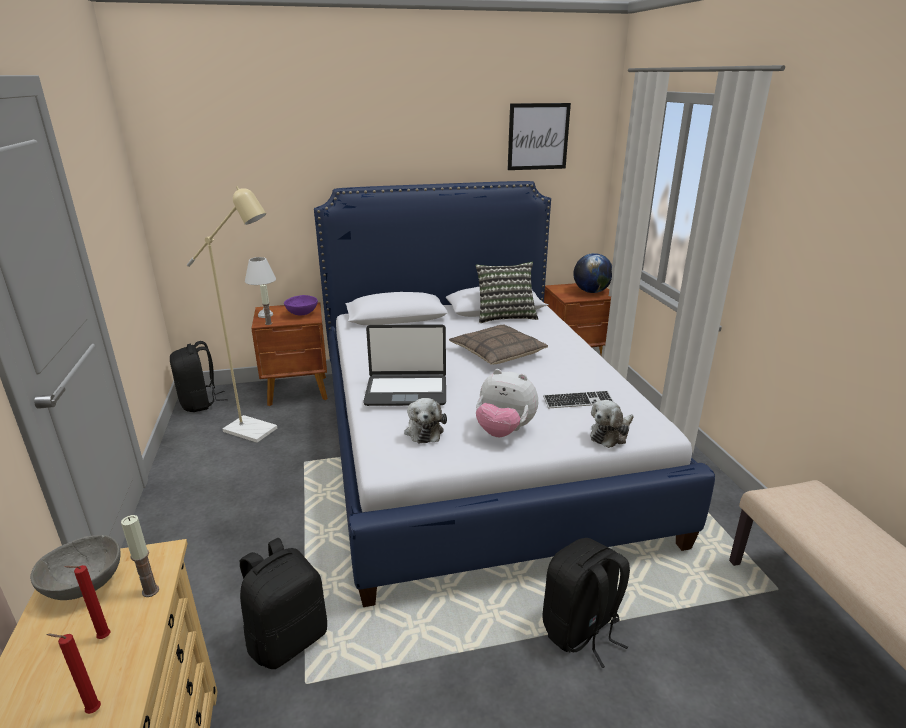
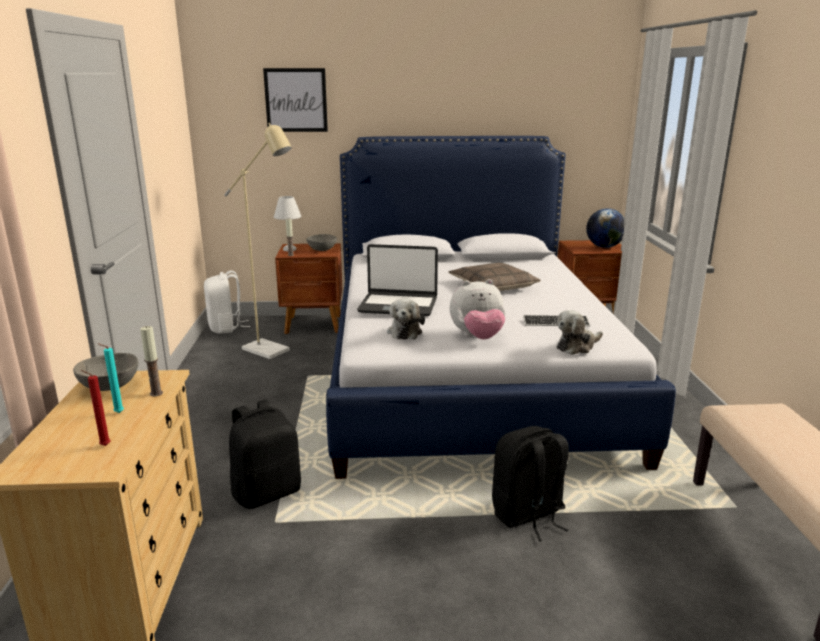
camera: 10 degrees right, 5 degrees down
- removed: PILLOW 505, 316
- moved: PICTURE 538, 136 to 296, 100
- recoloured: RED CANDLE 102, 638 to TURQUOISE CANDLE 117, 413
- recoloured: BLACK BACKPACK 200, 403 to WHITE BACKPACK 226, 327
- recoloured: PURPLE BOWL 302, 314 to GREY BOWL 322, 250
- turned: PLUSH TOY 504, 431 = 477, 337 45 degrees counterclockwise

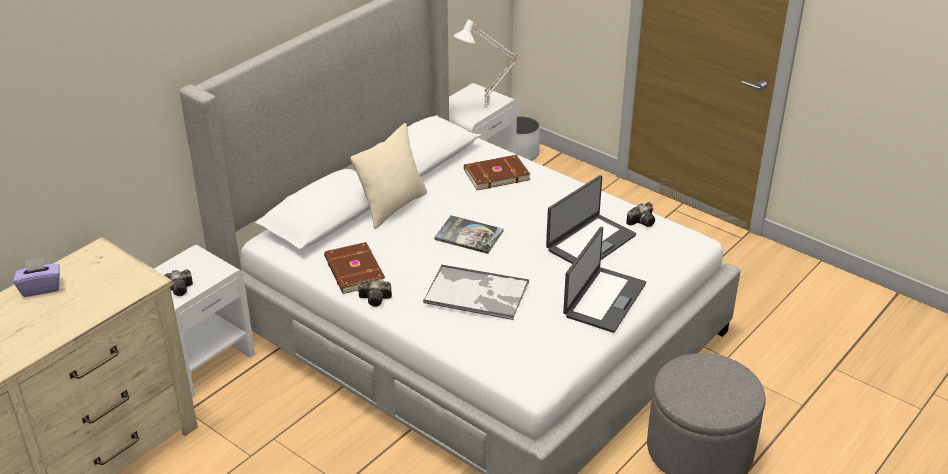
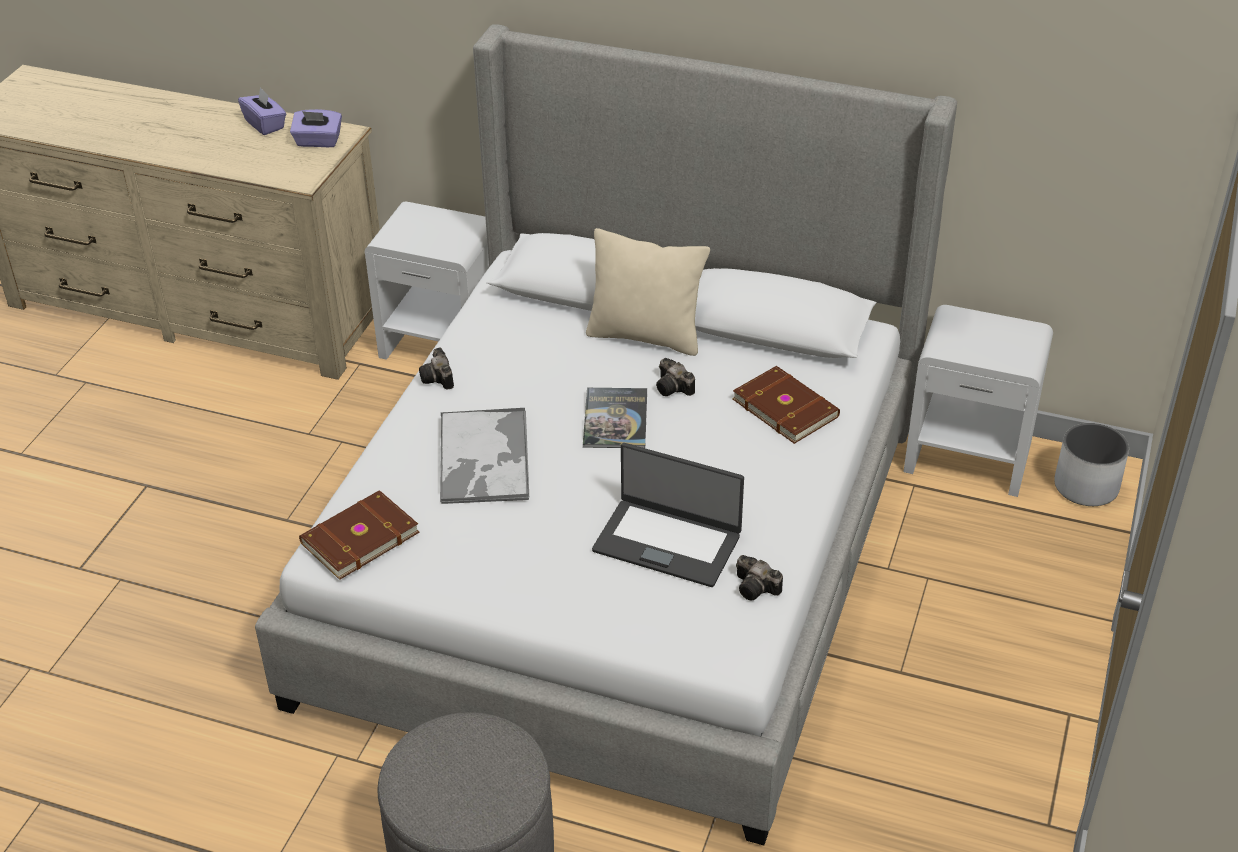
camera: 70 degrees right, 5 degrees up
- removed: WHITE TABLE LAMP 486, 108
- removed: LAPTOP 603, 299
- added: PURPLE TISSUE BOX 318, 141
- moved: PHOTO CAMERA 179, 289 to 674, 388
- moved: BROWN BOOK 353, 271 to 358, 537

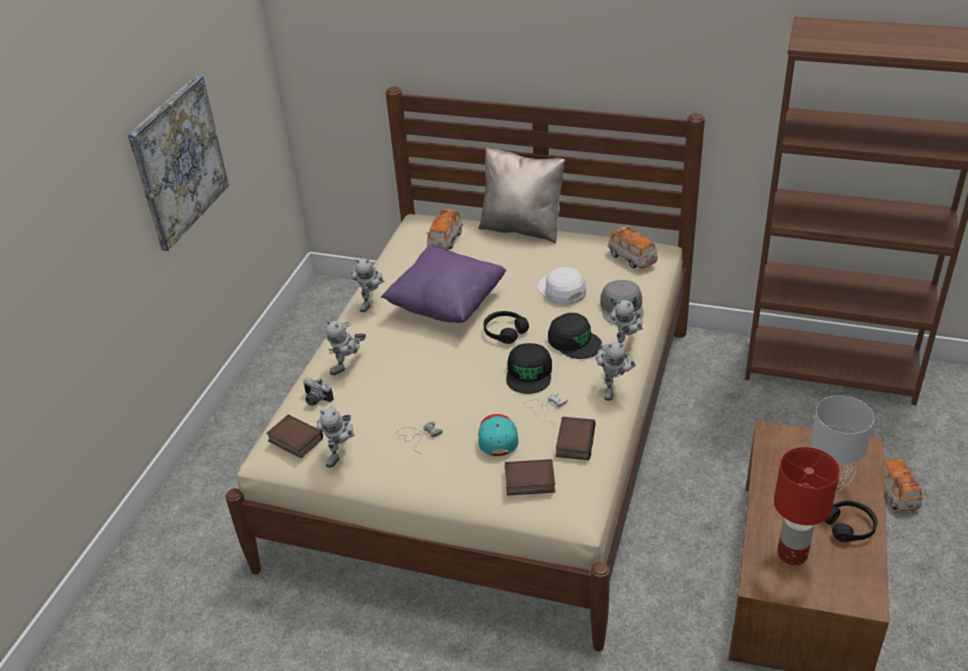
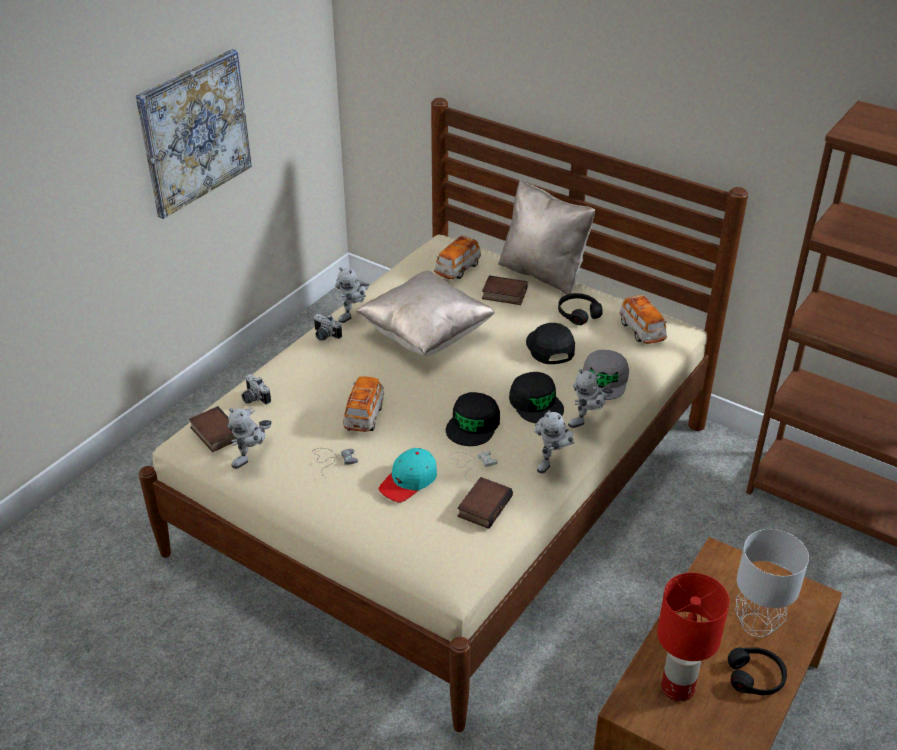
camera: 15 degrees right, 0 degrees up
- removed: TOY ROBOT 349, 366
- added: PHOTO CAMERA 324, 336
- moved: BLACK HEADPHONES 504, 331 to 578, 313
- moved: BOOK 529, 482 to 503, 295
- moved: TOY CAR 896, 494 to 364, 416
- recoloured: PURPLE PILLOW 446, 305 to BEIGE PILLOW 426, 335
- recoloured: WHITE CAP 561, 290 to BLACK CAP 550, 347
- turned: TURQUOISE CAP 497, 437 = 409, 481 150 degrees counterclockwise

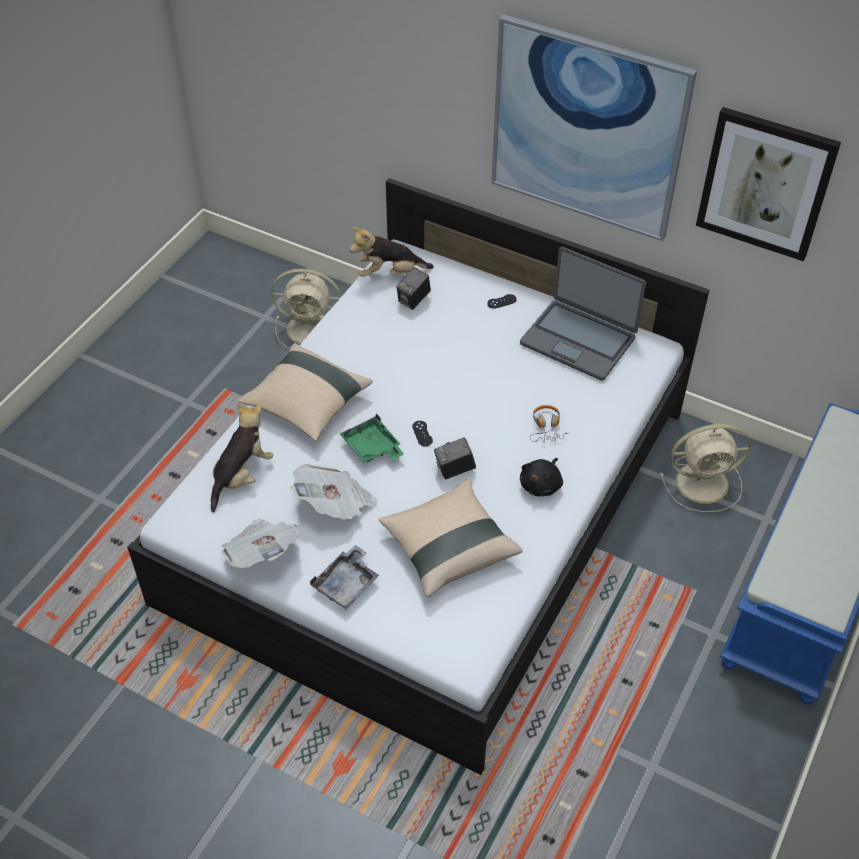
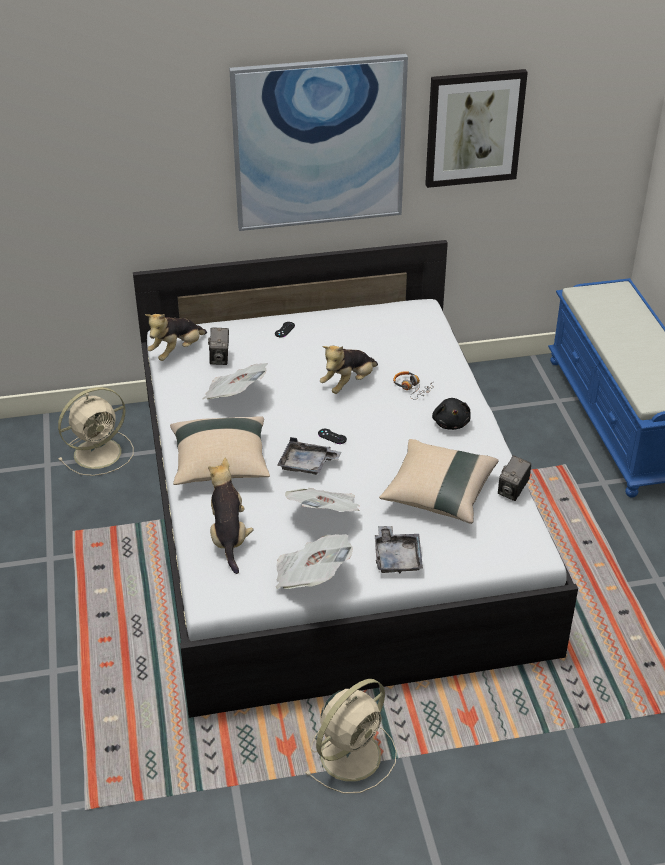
camera: 40 degrees left, 10 degrees down
- removed: LAPTOP 578, 340
- added: NEWSPAPER 235, 395
- added: PLUSH TOY 348, 383
- moved: PHOTO CAMERA 454, 470 to 512, 491
- moved: BEIGE FAN 704, 482 to 352, 754
- recoloured: GREEN TRAY 372, 448 to GREY TRAY 307, 464

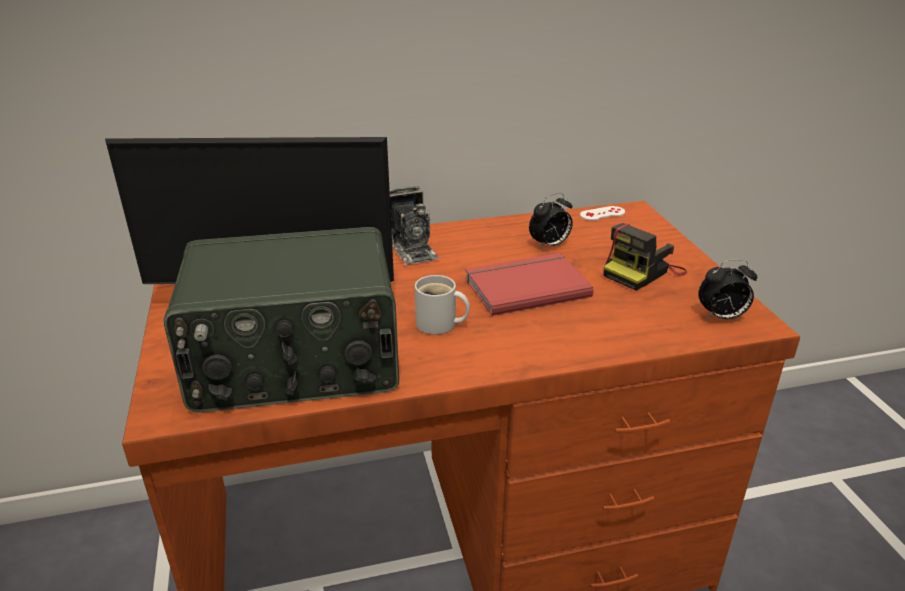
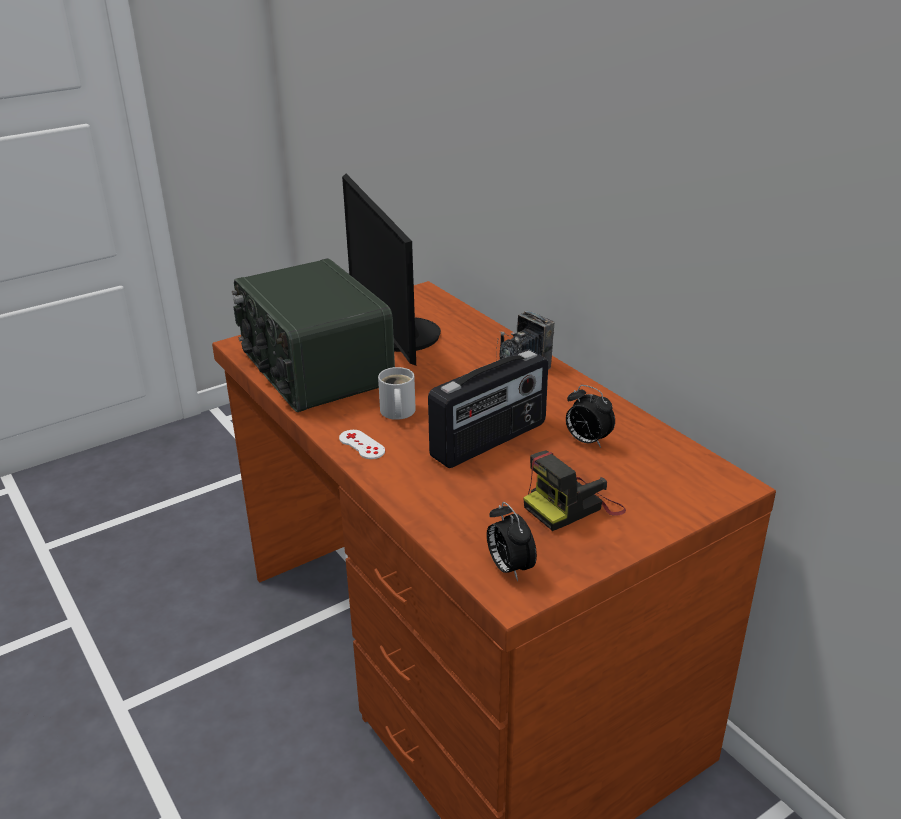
camera: 70 degrees right, 0 degrees up
- moved: WHITE GAME CONTROLLER 602, 214 to 362, 445
- replaced: RED BOOK 525, 286 to RADIO 490, 441
- turned: PHOTO CAMERA 642, 272 = 573, 506 60 degrees counterclockwise

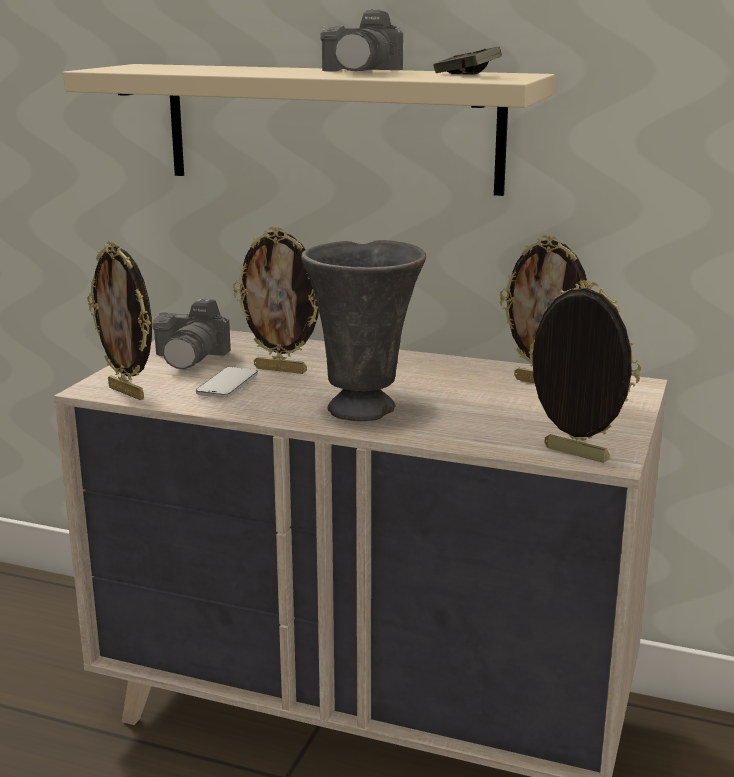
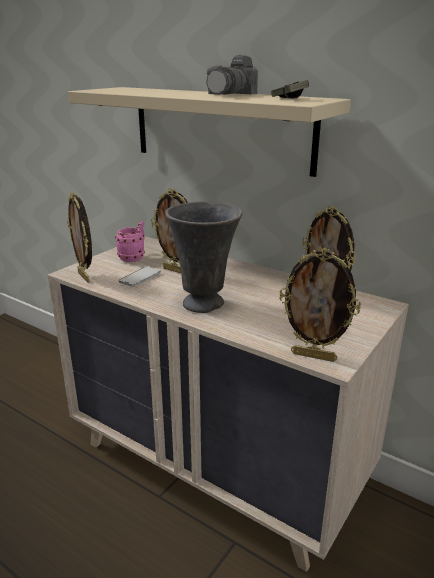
camera: 15 degrees right, 5 degrees up
- replaced: PHOTO CAMERA 192, 357 to PINK MUG 134, 257
- turned: PICTURE FRAME 574, 455 = 314, 356 150 degrees clockwise

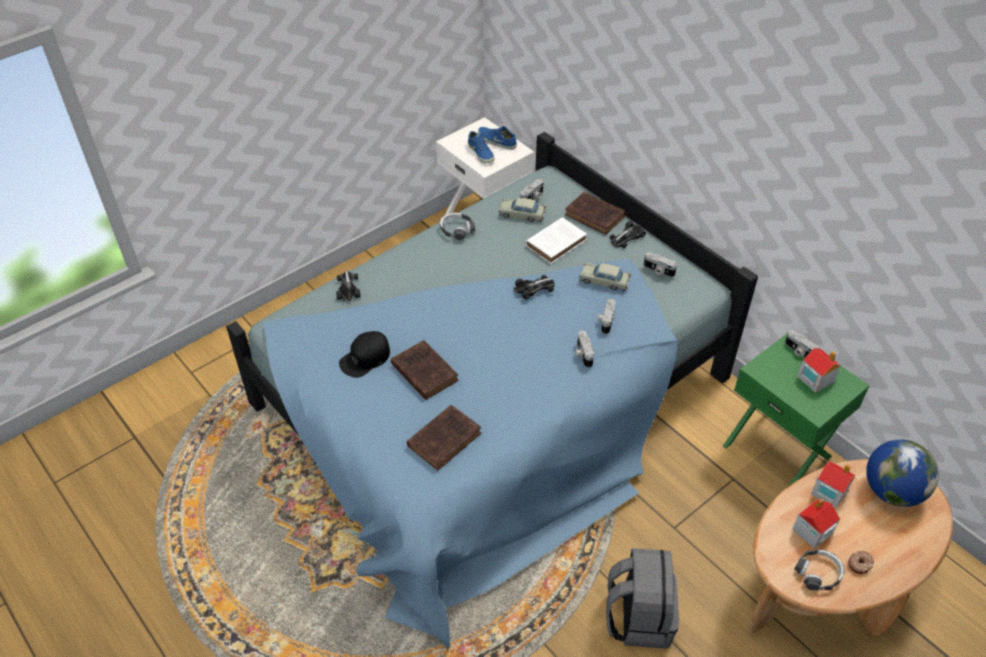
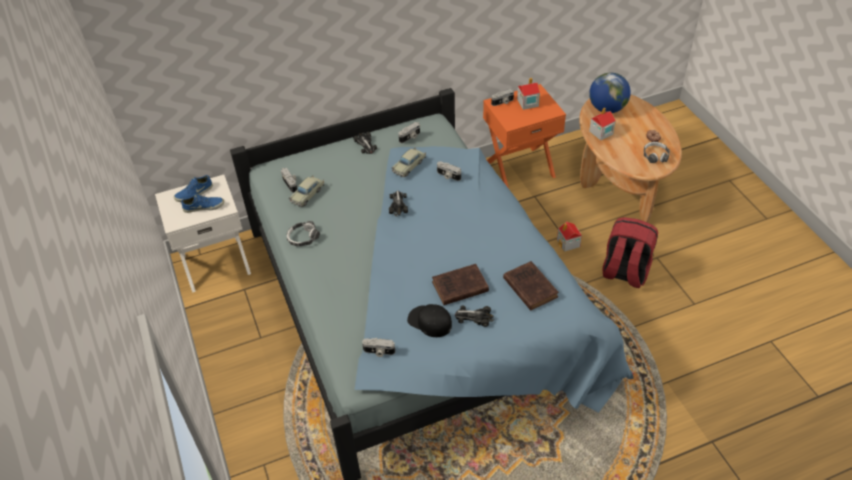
camera: 70 degrees left, 0 degrees up
- removed: WHITE BOOK 557, 242
- removed: BROWN BOOK 596, 216
- moved: TOY CAR 348, 288 to 474, 317
- moved: PHOTO CAMERA 583, 354 to 379, 352
- moved: TOY HOUSE 812, 531 to 568, 243
- recoloured: GREY BACKPACK 638, 617 to RED BACKPACK 624, 272
- recoloured: GREEN NIGHTSTAND 778, 450 to ORANGE NIGHTSTAND 519, 168
- turned: BLACK CAP 365, 358 = 429, 321 150 degrees clockwise

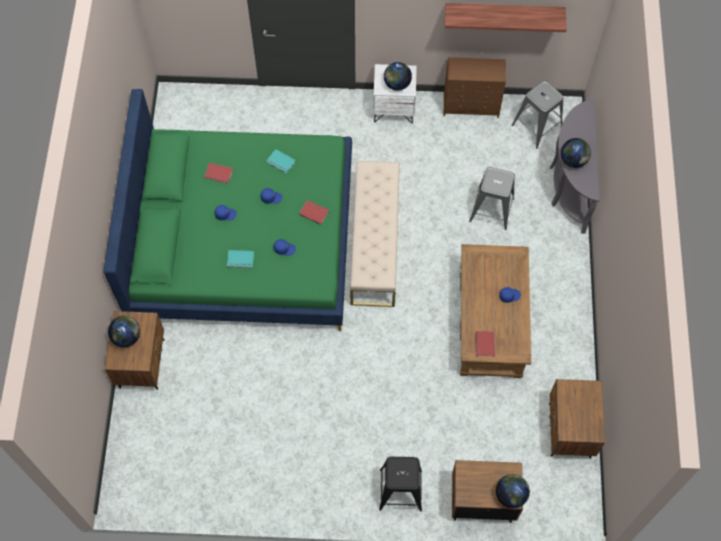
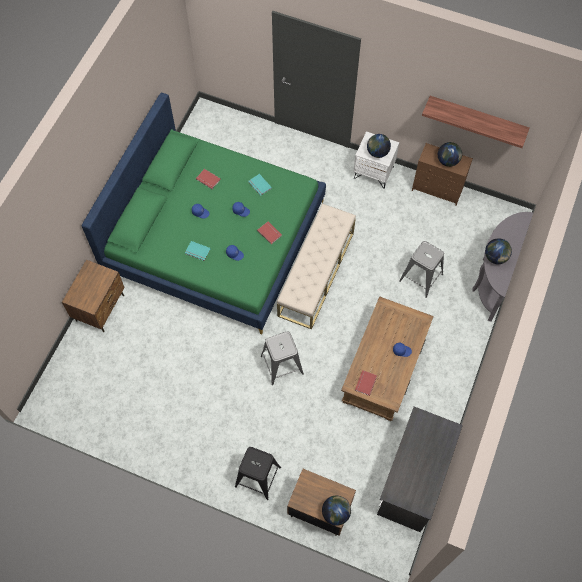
camera: 20 degrees right, 0 degrees up
- moved: GLOBE 127, 337 to 448, 161
- moved: GREY STOOL 537, 126 to 282, 365
- replaced: BROWN NIGHTSTAND 569, 431 to GREY DESK 413, 478

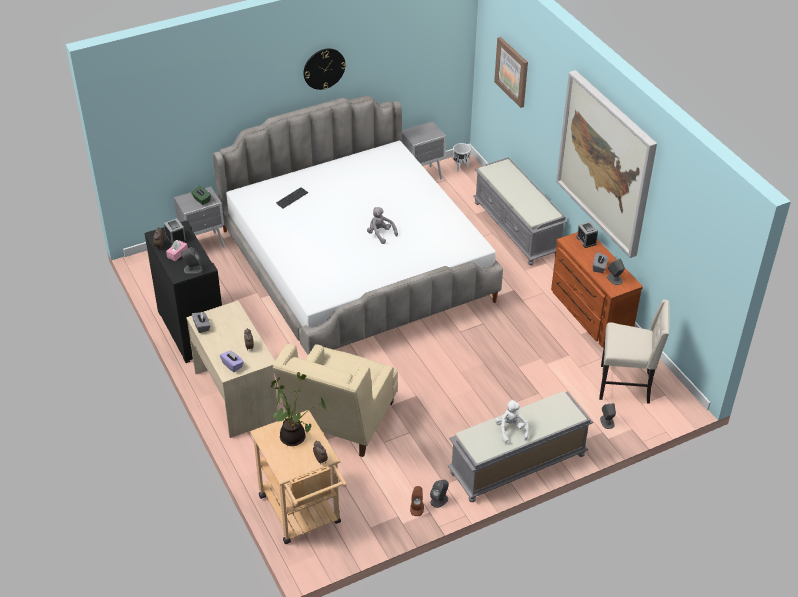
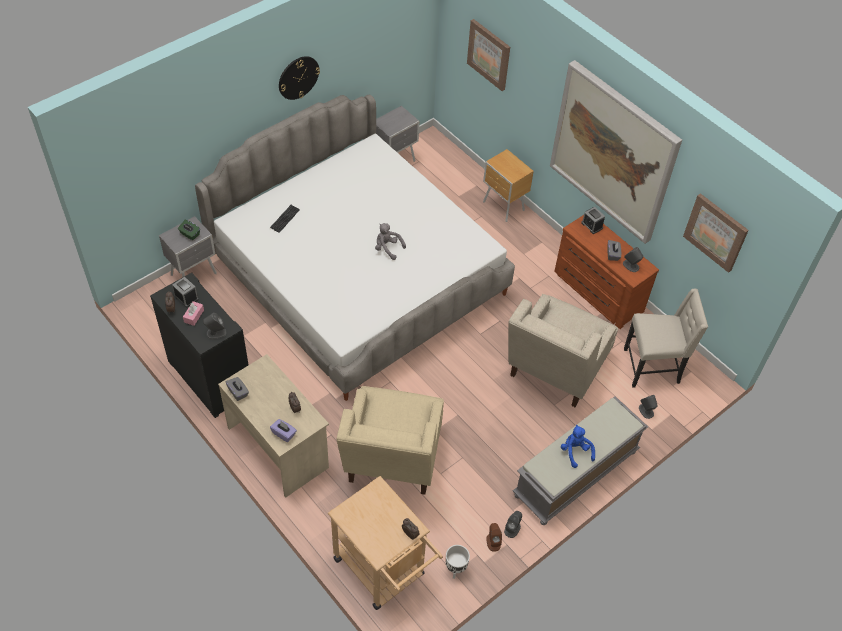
camera: 15 degrees left, 10 degrees up
- removed: POTTED PLANT 295, 437
- added: BEIGE ARMCHAIR 554, 371
- added: PICTURE 716, 232
- moved: WHITE PLANTER 460, 167 to 455, 569
- replaced: GREY BENCH 517, 228 to BROWN NIGHTSTAND 503, 207
- recoloured: WHITE PLUSH TOY 511, 430 to BLUE PLUSH TOY 575, 452

